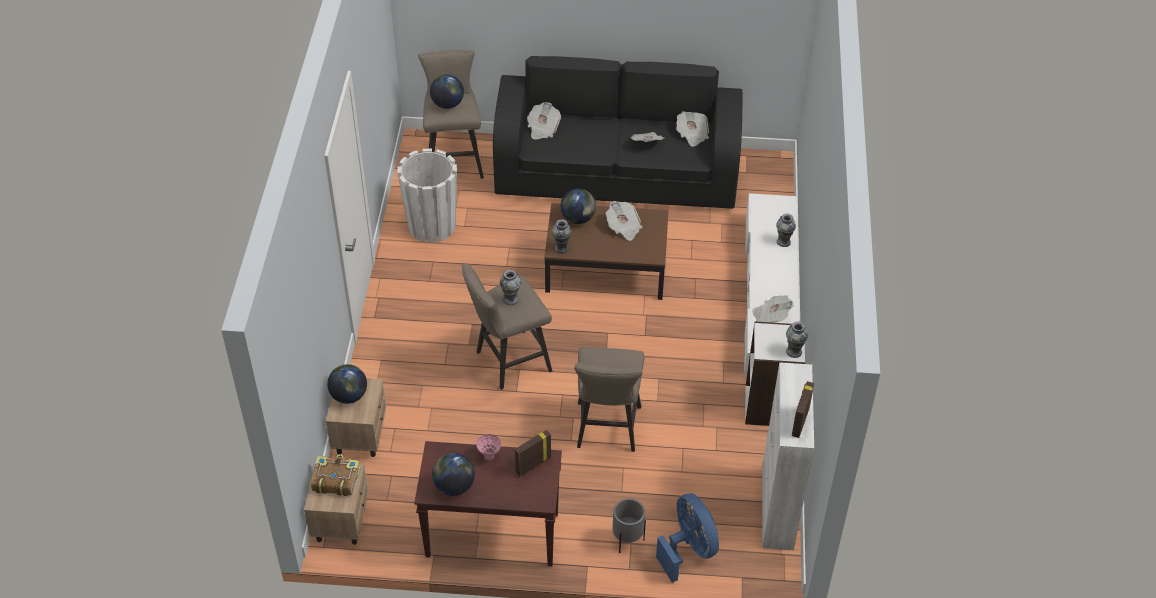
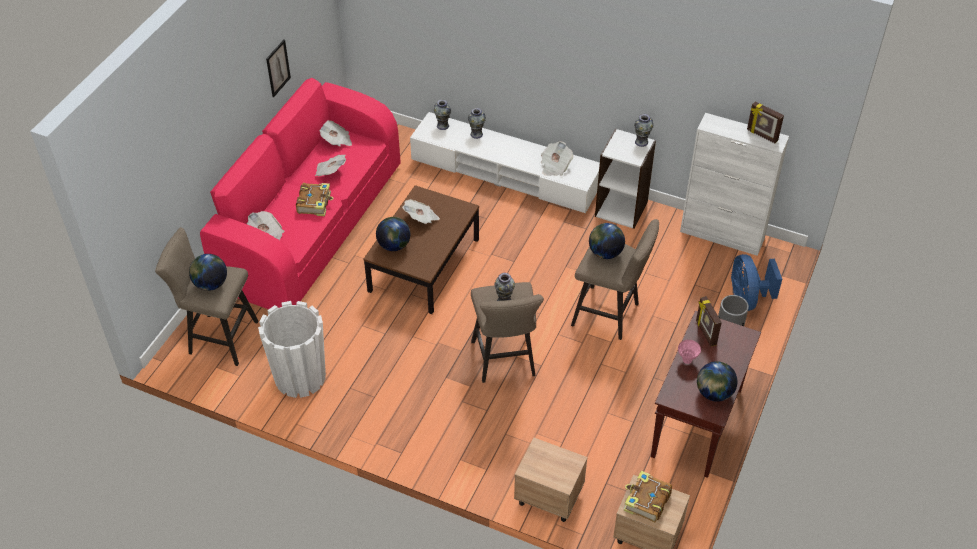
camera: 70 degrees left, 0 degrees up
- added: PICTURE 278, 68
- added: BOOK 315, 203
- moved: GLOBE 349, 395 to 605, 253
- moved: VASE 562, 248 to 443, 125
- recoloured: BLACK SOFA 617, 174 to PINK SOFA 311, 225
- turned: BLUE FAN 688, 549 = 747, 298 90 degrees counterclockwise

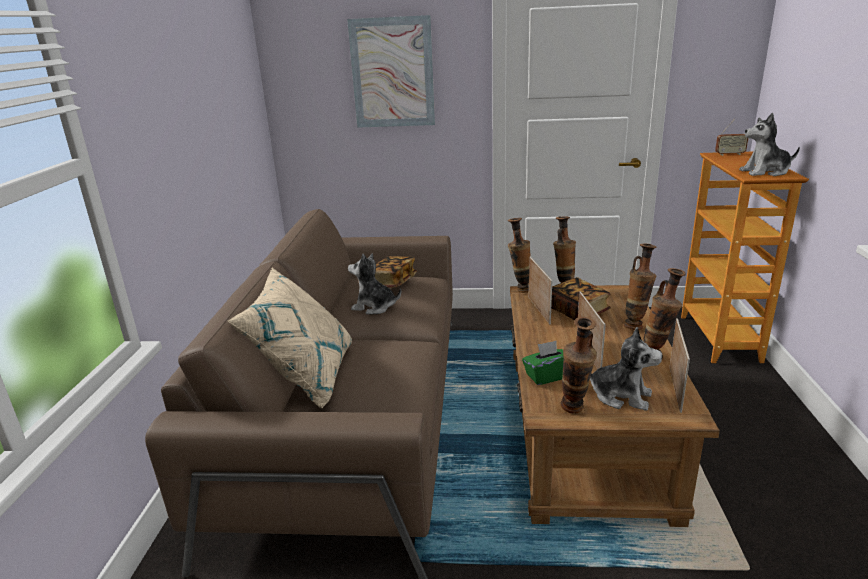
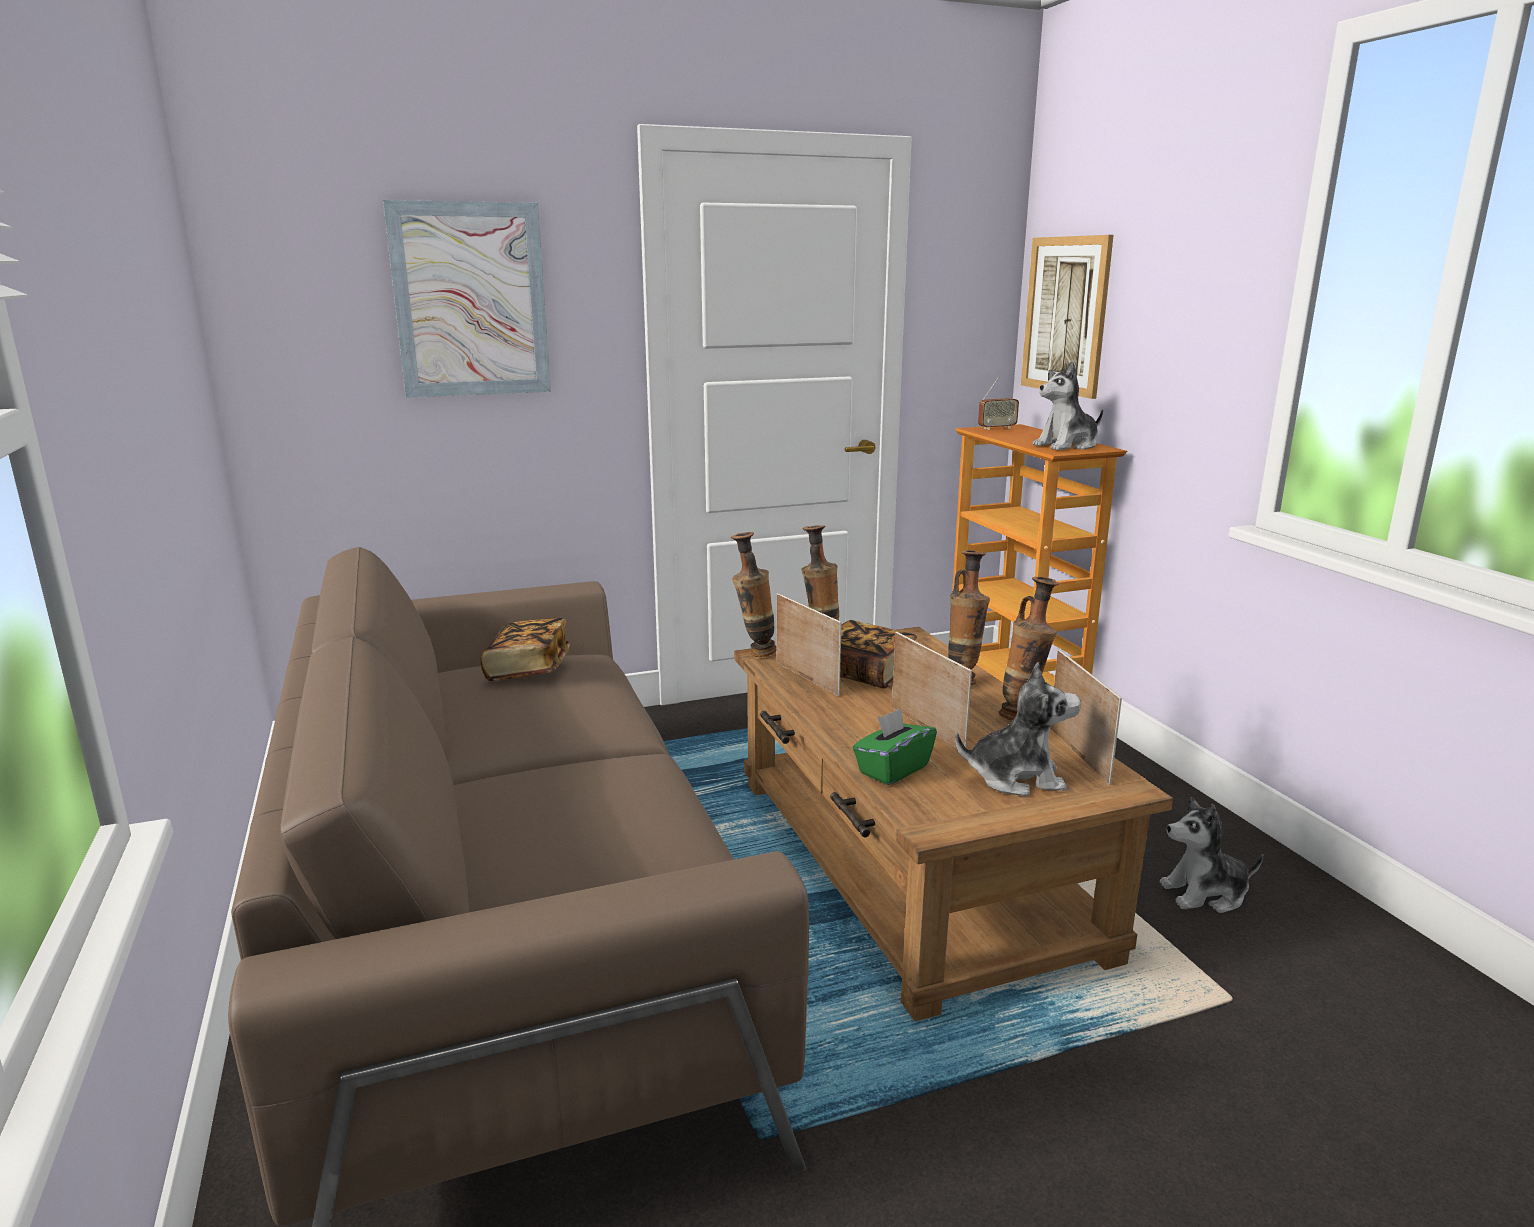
camera: 25 degrees left, 5 degrees down
- removed: BEIGE PILLOW 305, 376
- removed: VASE 574, 412
- added: PICTURE 1065, 315
- moved: PLUSH TOY 374, 307 to 1205, 894

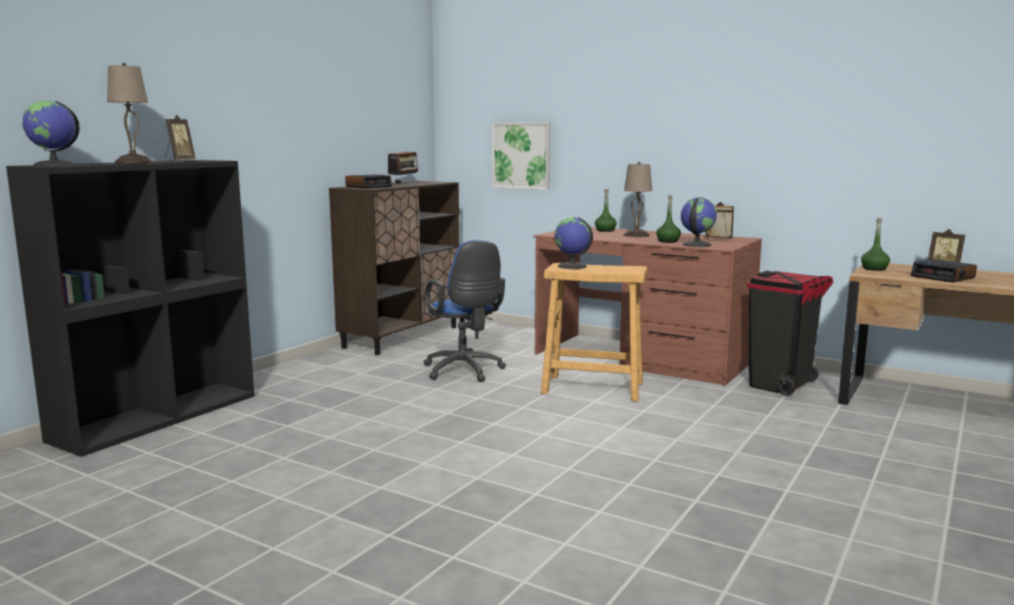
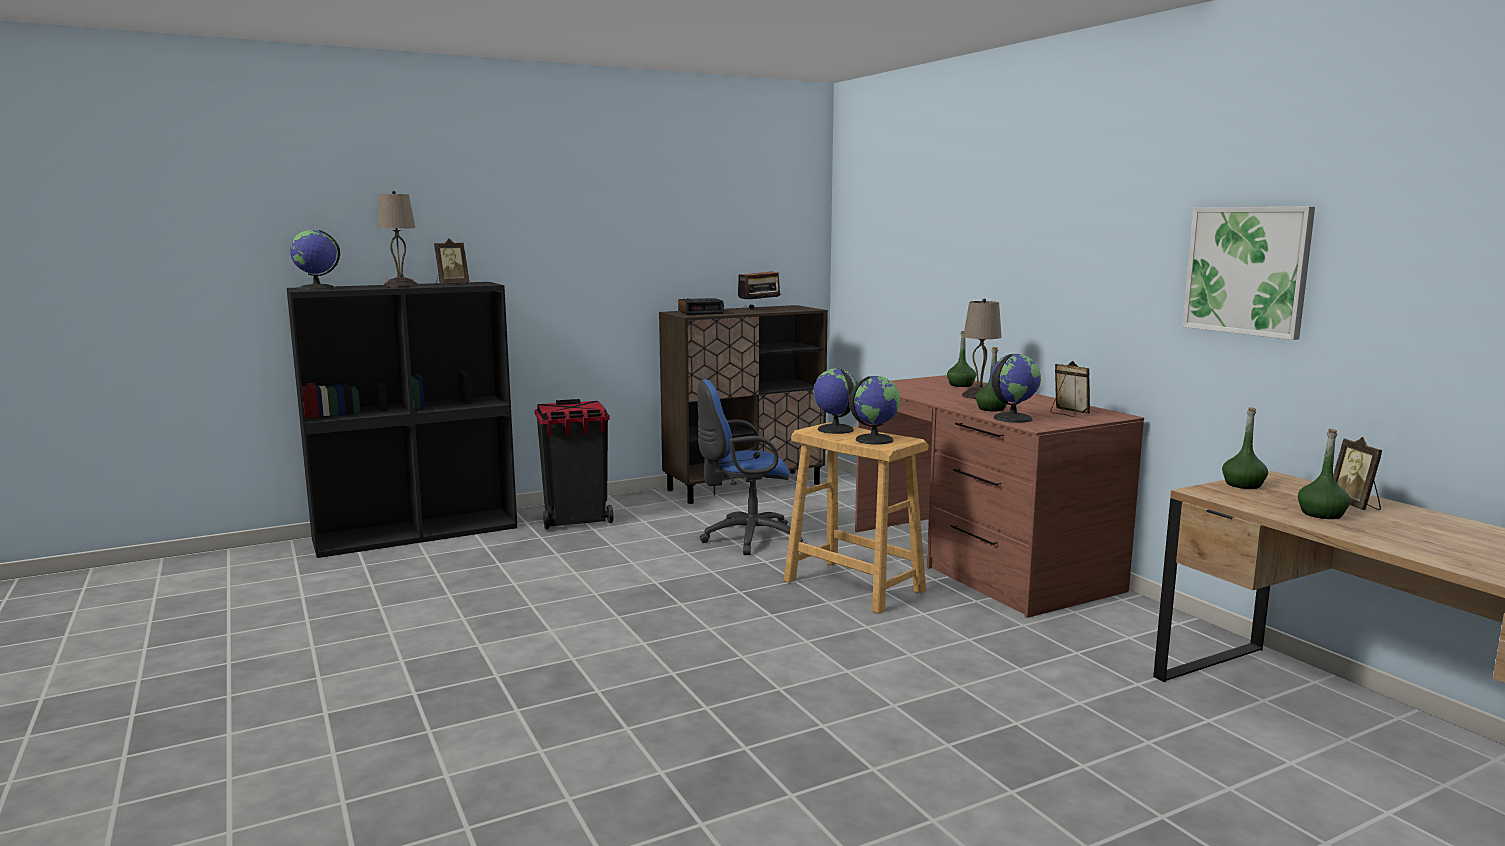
camera: 30 degrees right, 0 degrees up
- added: GLOBE 874, 439
- moved: PICTURE 521, 155 to 1247, 270
- moved: BLACK TRASH CAN 781, 385 to 576, 521
- replaced: ALARM CLOCK 943, 277 to GREEN BOTTLE 1321, 514
- turned: BLUE OFFICE CHAIR 465, 371 = 745, 538 75 degrees clockwise

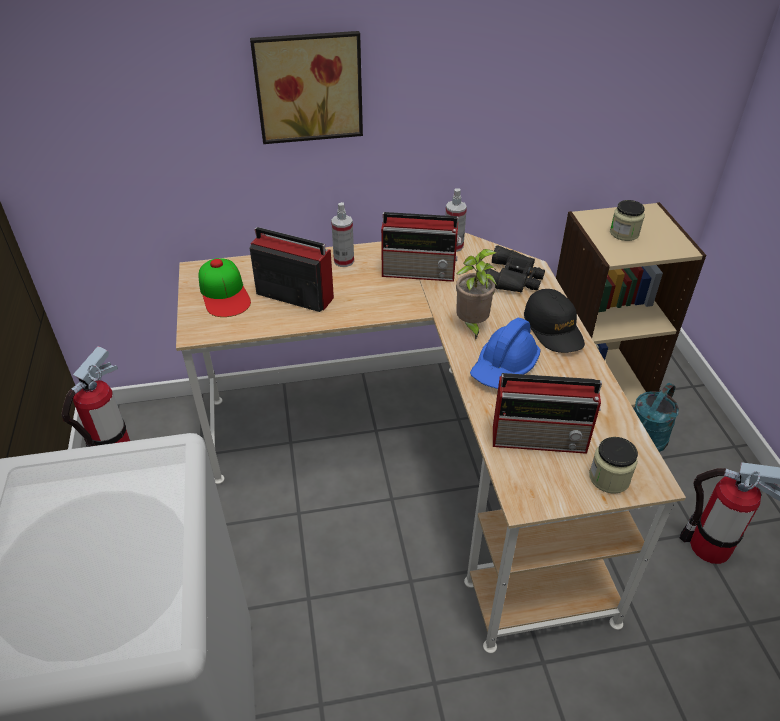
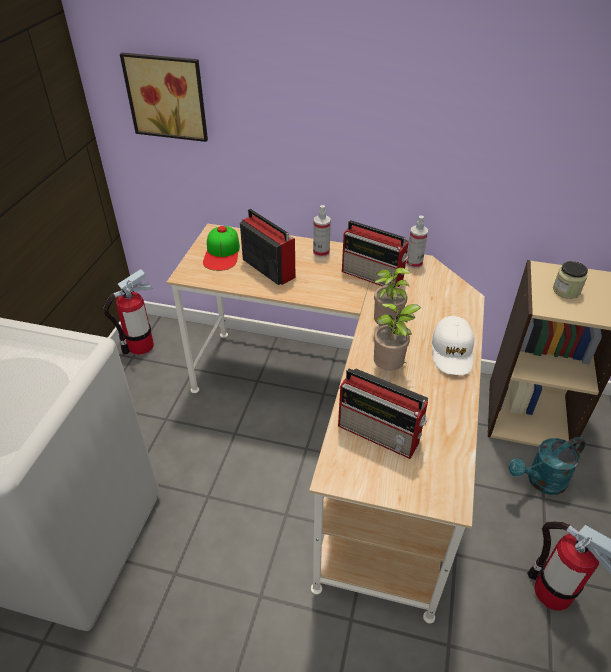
camera: 25 degrees right, 0 degrees up
- removed: BLACK BINOCULARS 514, 278
- removed: JAR 609, 478
- moved: PICTURE 308, 86 to 167, 96
- replaced: BLUE HARD HAT 504, 367 to POTTED PLANT 389, 369
- recoloured: BLACK CAP 553, 329 to WHITE CAP 452, 352

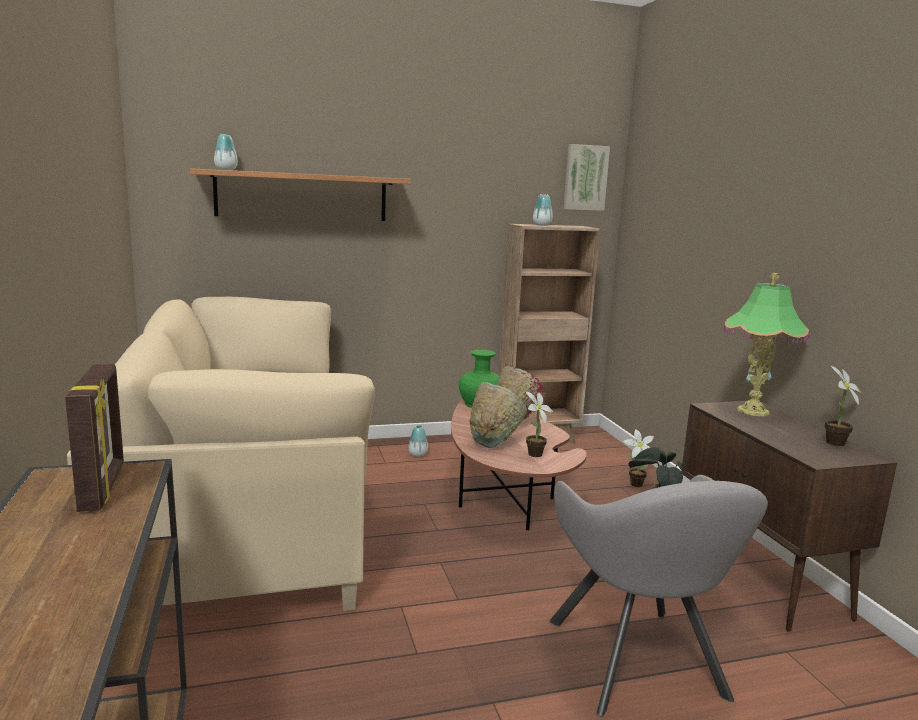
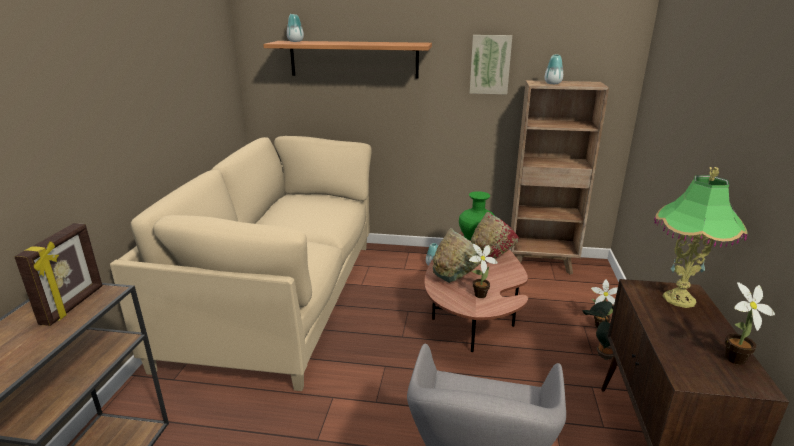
camera: 25 degrees right, 10 degrees up
- moved: PICTURE 585, 177 to 490, 64

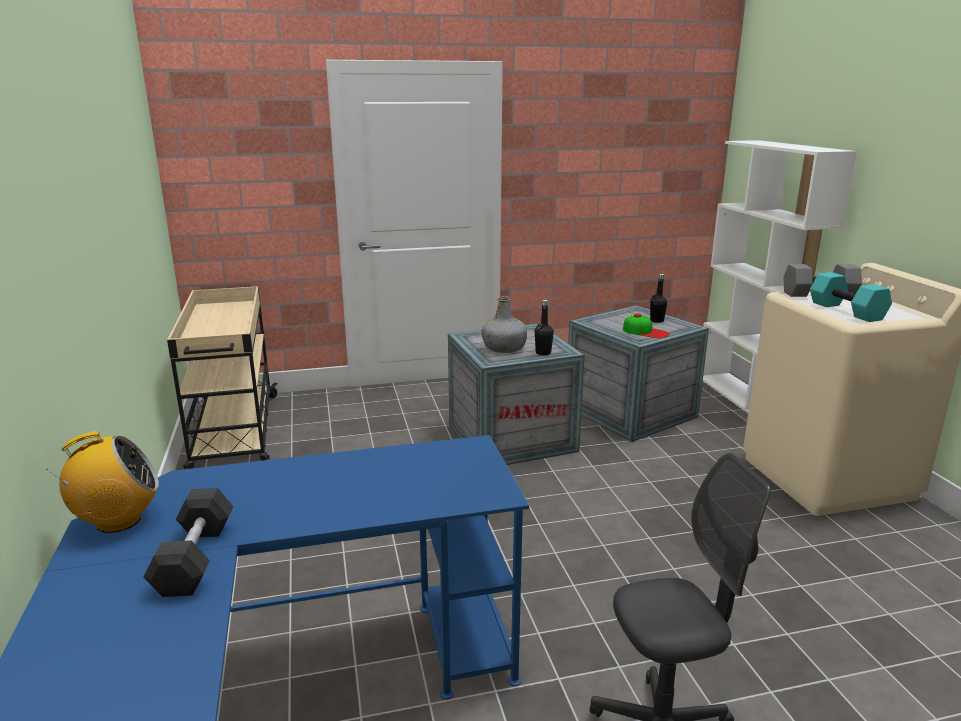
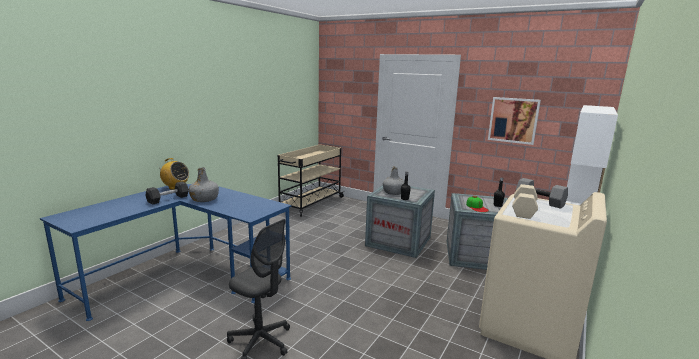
camera: 45 degrees right, 5 degrees down
- added: GREY BOTTLE 204, 199
- added: PICTURE 513, 120
- recoloured: TURQUOISE DUMBBELL 848, 311 to BEIGE DUMBBELL 524, 210

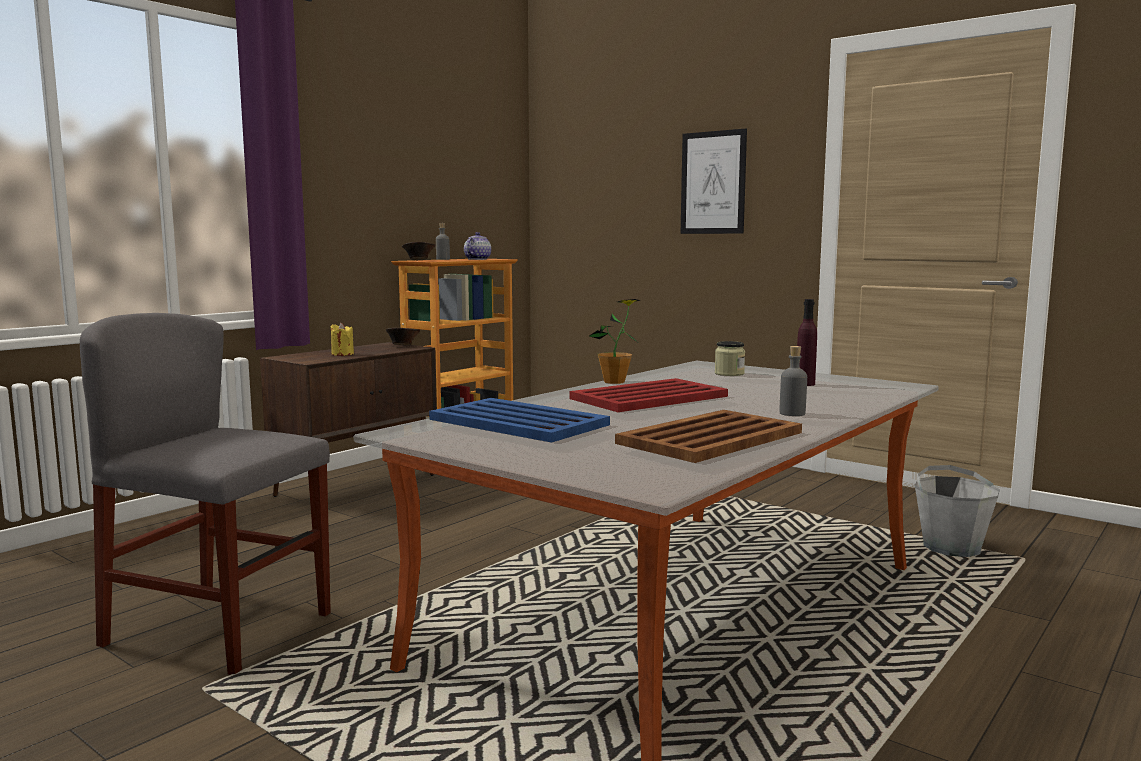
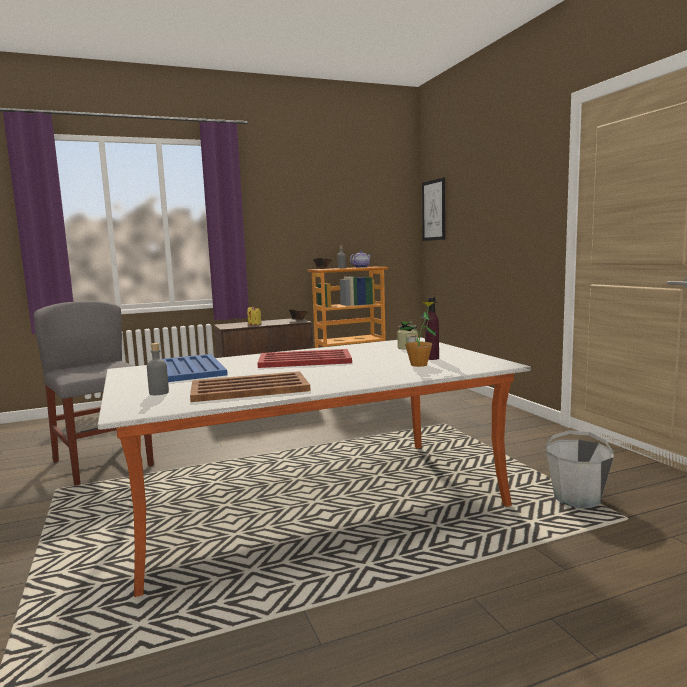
camera: 30 degrees right, 0 degrees up
- moved: POTTED PLANT 614, 382 to 419, 365
- moved: PICTURE 713, 182 to 433, 210
- moved: GREY BOTTLE 792, 413 to 159, 393

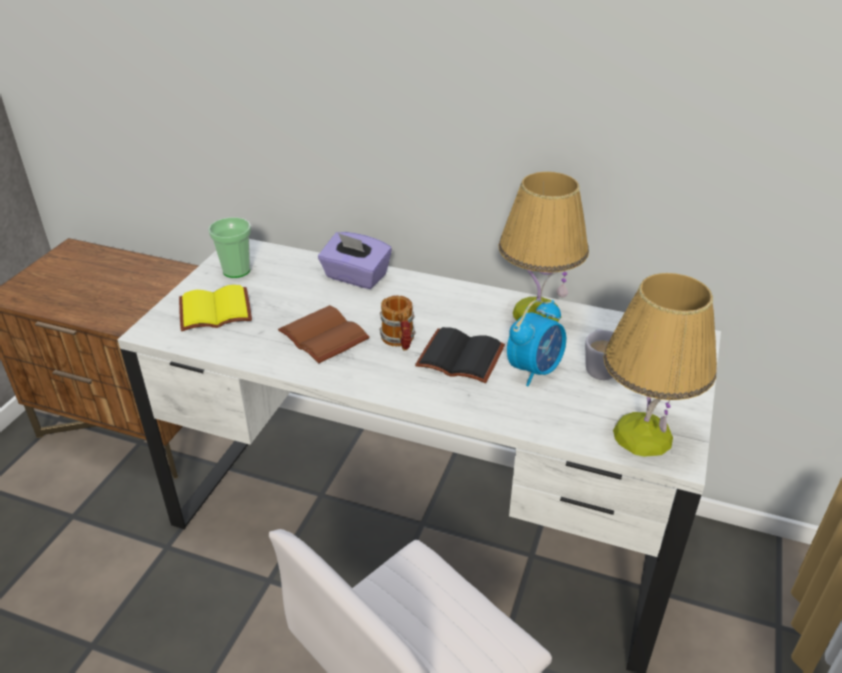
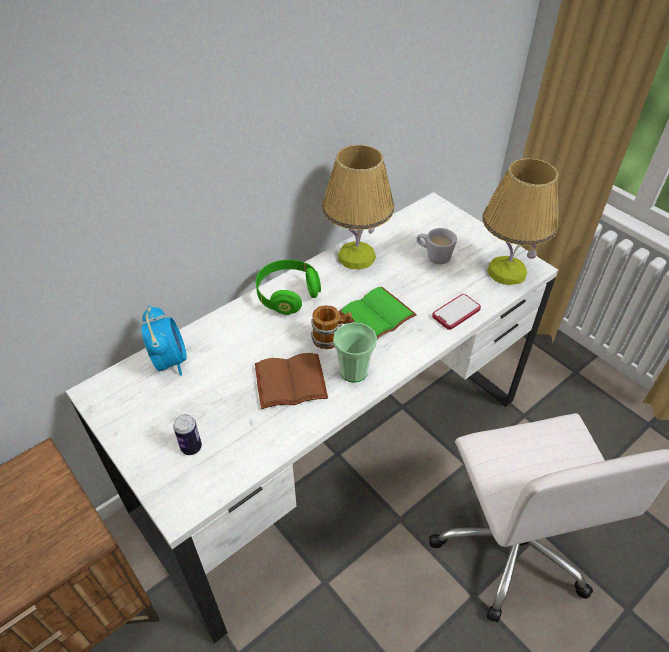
camera: 60 degrees left, 10 degrees up
- removed: PURPLE TISSUE BOX 355, 277
- added: GREEN HEADPHONES 287, 295
- added: PHONE 456, 312
- moved: CUP 236, 270 to 353, 371
- moved: ALARM CLOCK 535, 370 to 170, 361
- replaced: YELLOW BOOK 214, 312 to CAN 191, 447
- recoloured: BLACK BOOK 462, 356 to GREEN BOOK 376, 314

